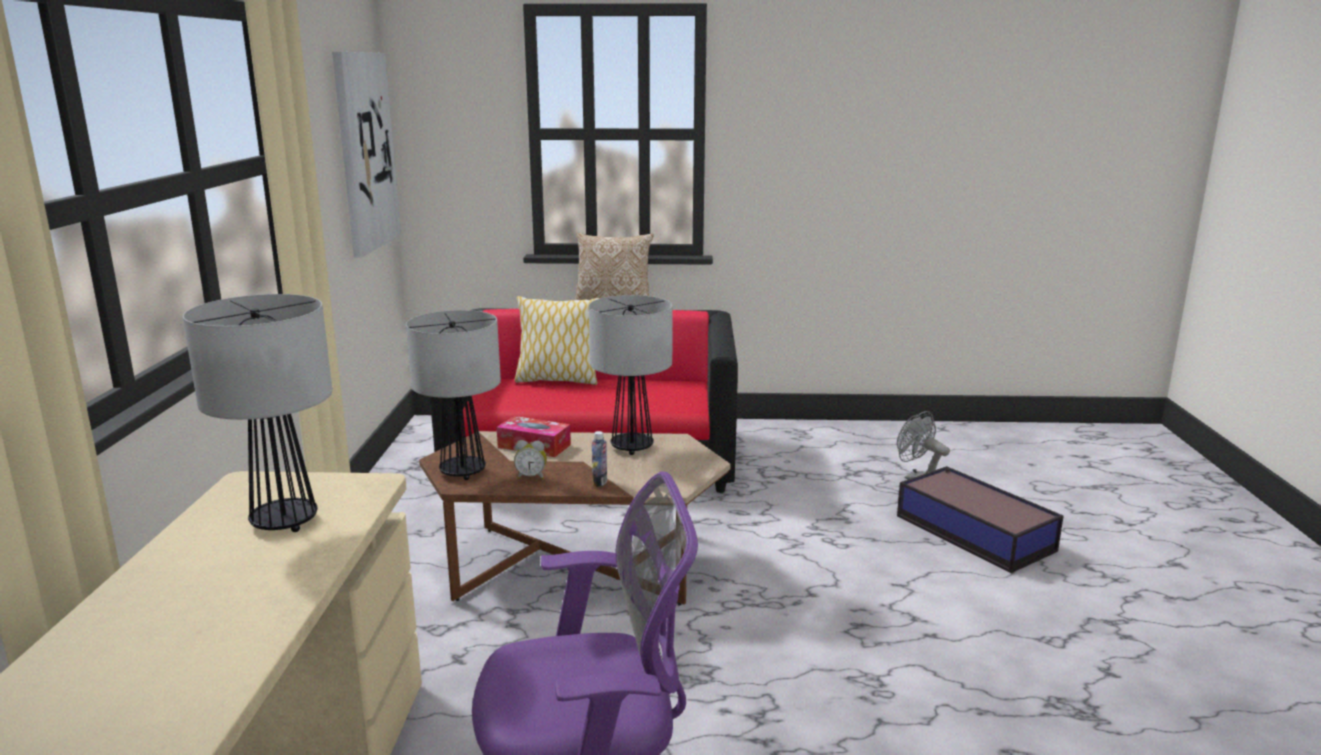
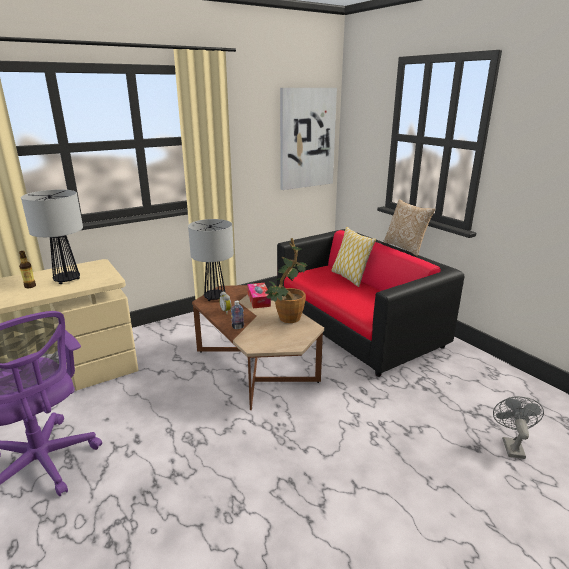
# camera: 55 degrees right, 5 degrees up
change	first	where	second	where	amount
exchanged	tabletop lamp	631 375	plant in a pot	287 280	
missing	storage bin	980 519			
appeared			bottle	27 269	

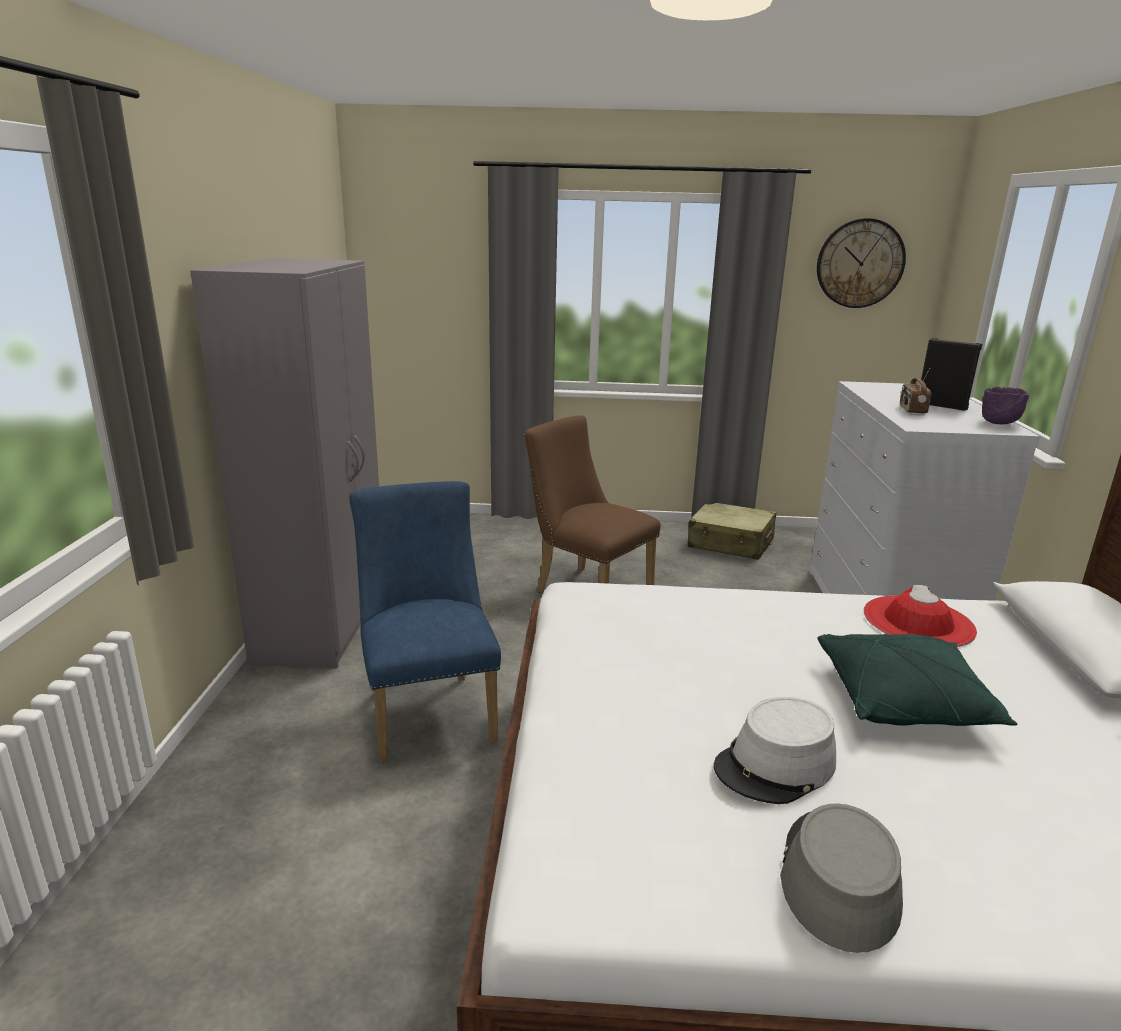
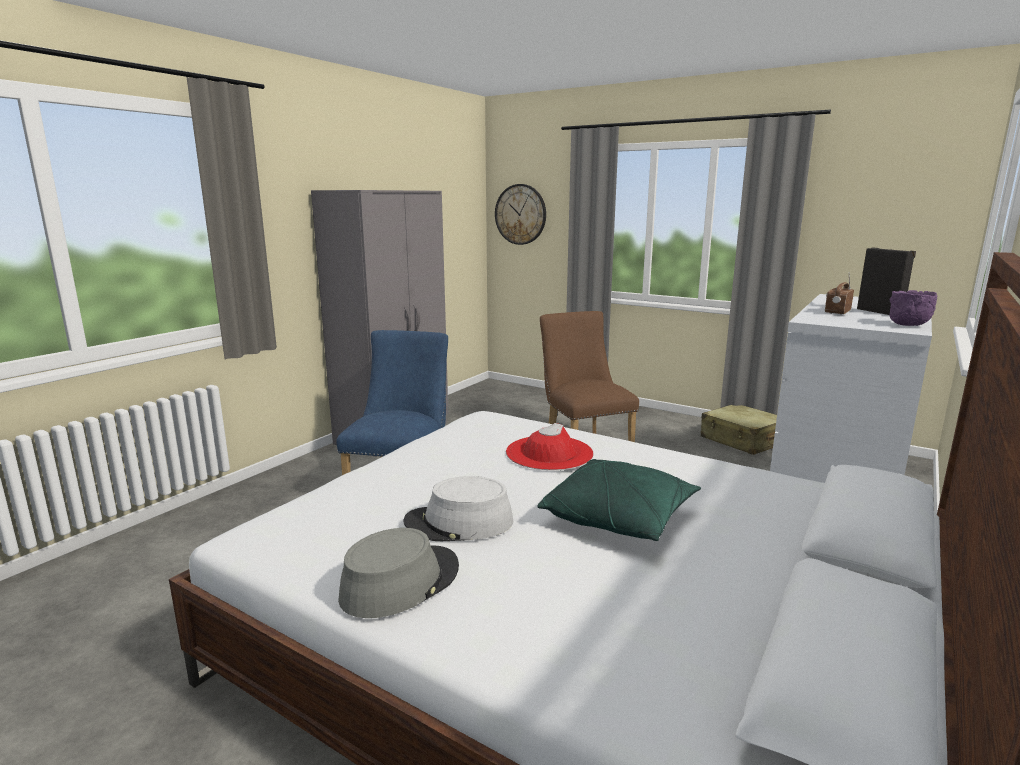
# camera: 30 degrees right, 5 degrees down
change	first	where	second	where	amount
relocated	wall clock	861 263		520 214	
relocated	wearable hat/reddish	920 616		549 446	

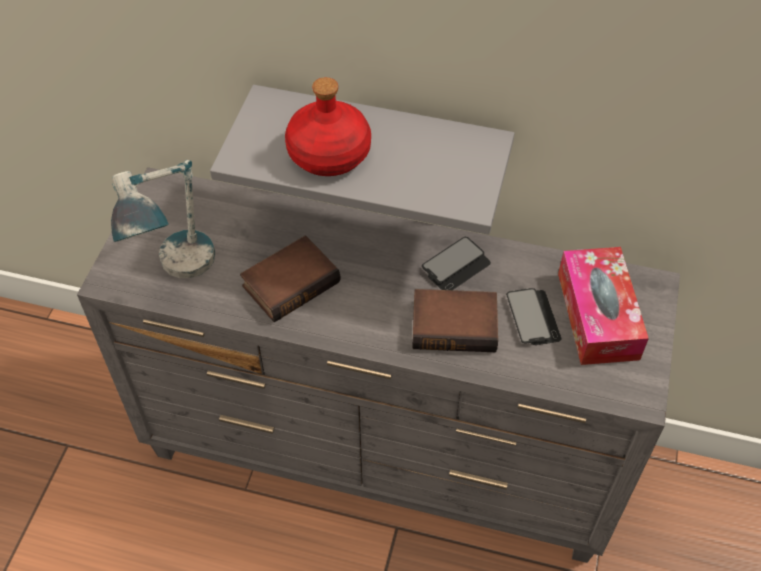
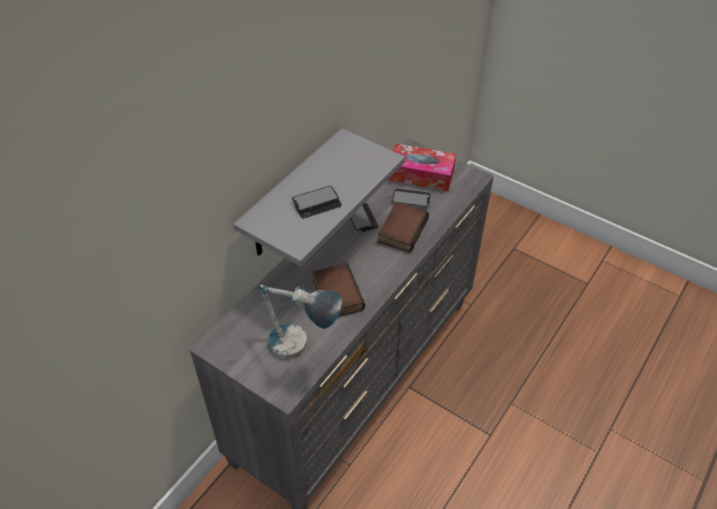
# camera: 70 degrees left, 5 degrees down
change	first	where	second	where	amount
exchanged	bottle/reddish	328 126	handset	317 202	

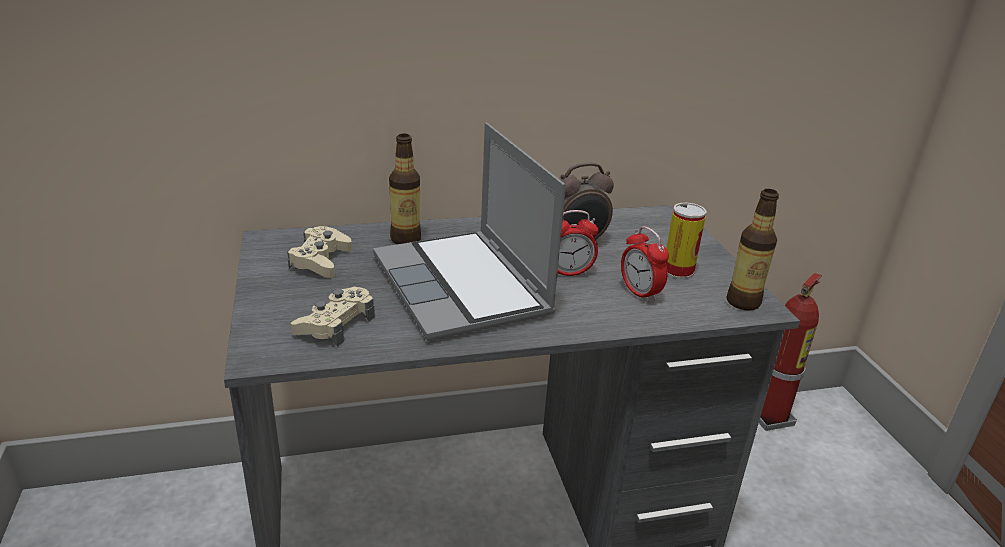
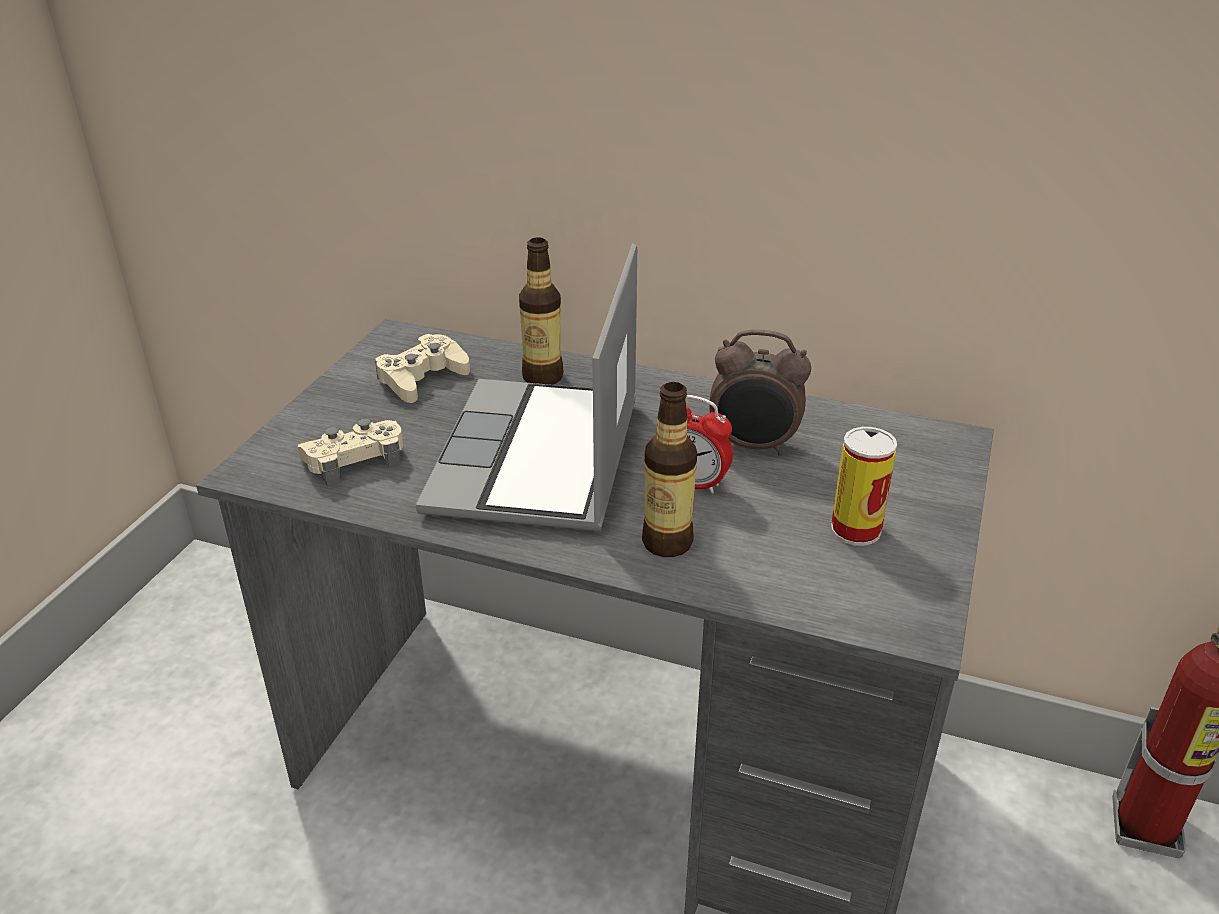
# camera: 35 degrees right, 5 degrees up
change	first	where	second	where	amount
relocated	bottle	753 250		669 469	
missing	bedside clock	645 264			

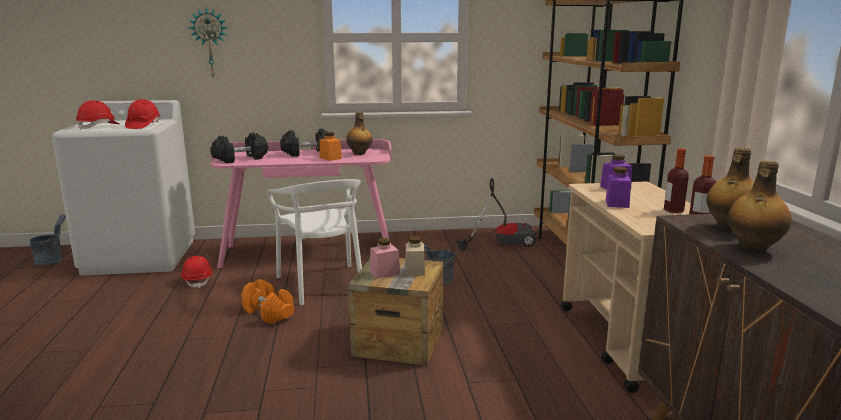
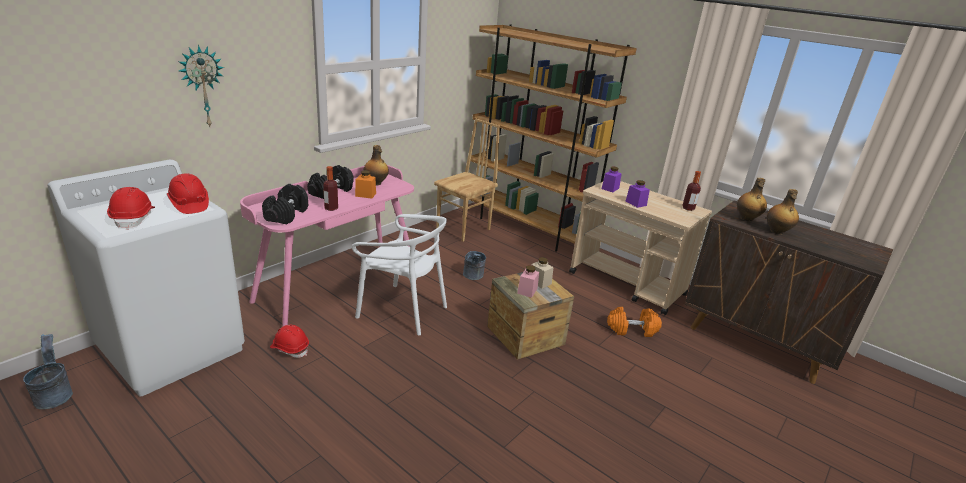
# camera: 45 degrees left, 10 degrees up
change	first	where	second	where	amount
relocated	bottle	676 180		330 188	
exchanged	vacuum	496 214	upright chair/brown	467 180	
relocated	free weight/orange-coloured	267 301		634 322	

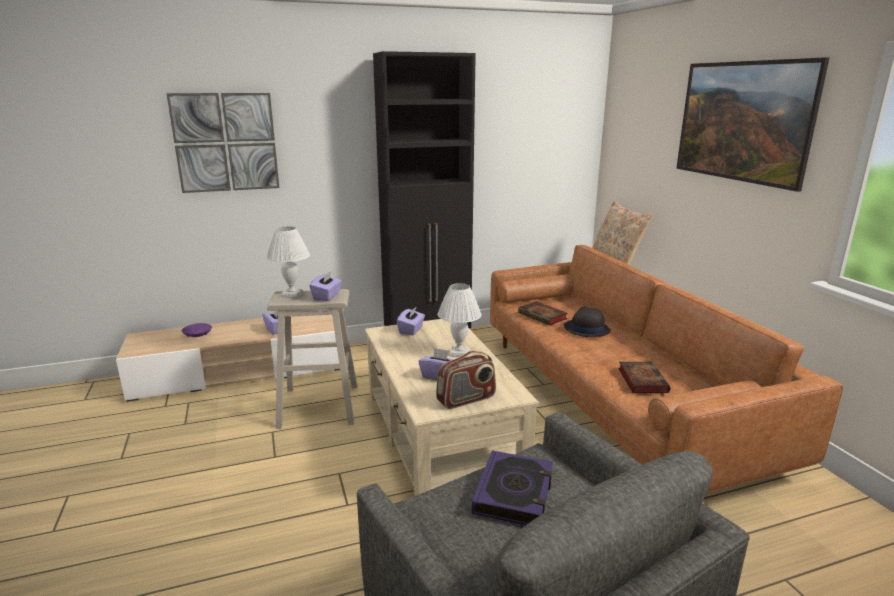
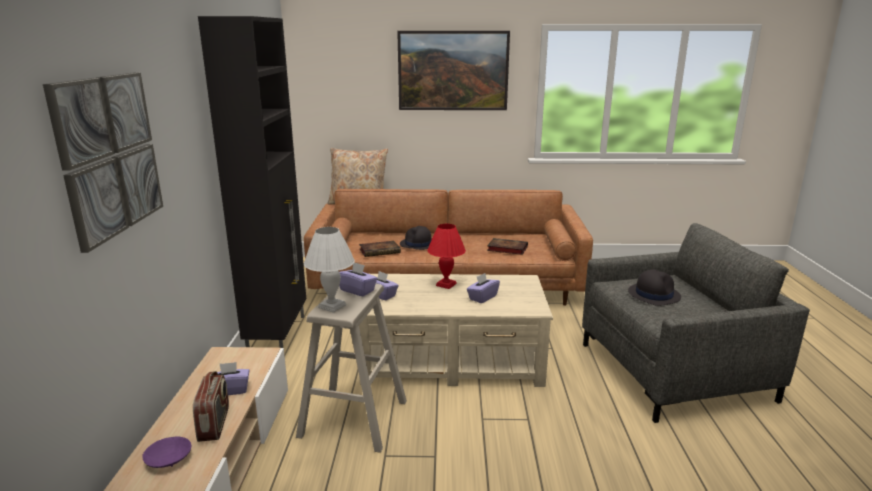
# camera: 70 degrees left, 0 degrees up
change	first	where	second	where	amount
colour	tabletop lamp/white-coloured	459 320	tabletop lamp/reddish	446 256	
relocated	radio	466 380		211 406	
exchanged	bound book	512 488	wearable hat/black	654 287	

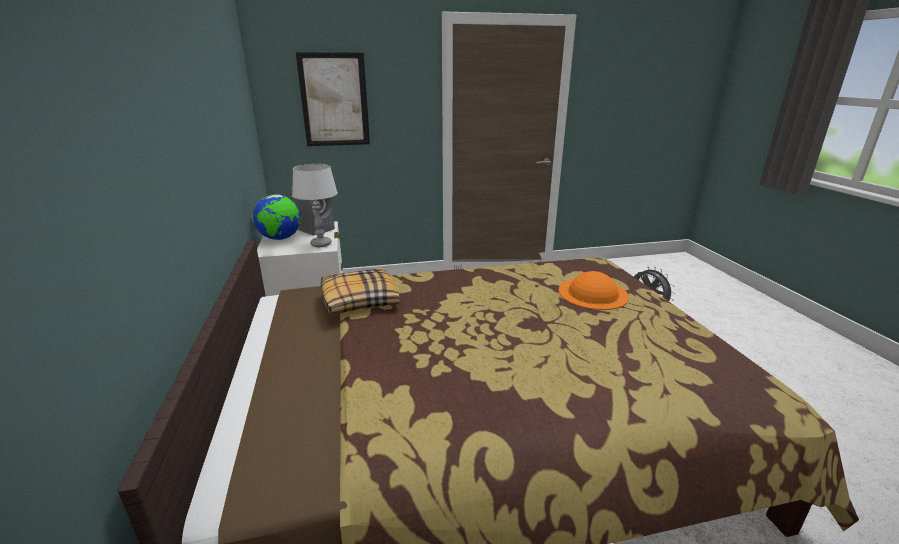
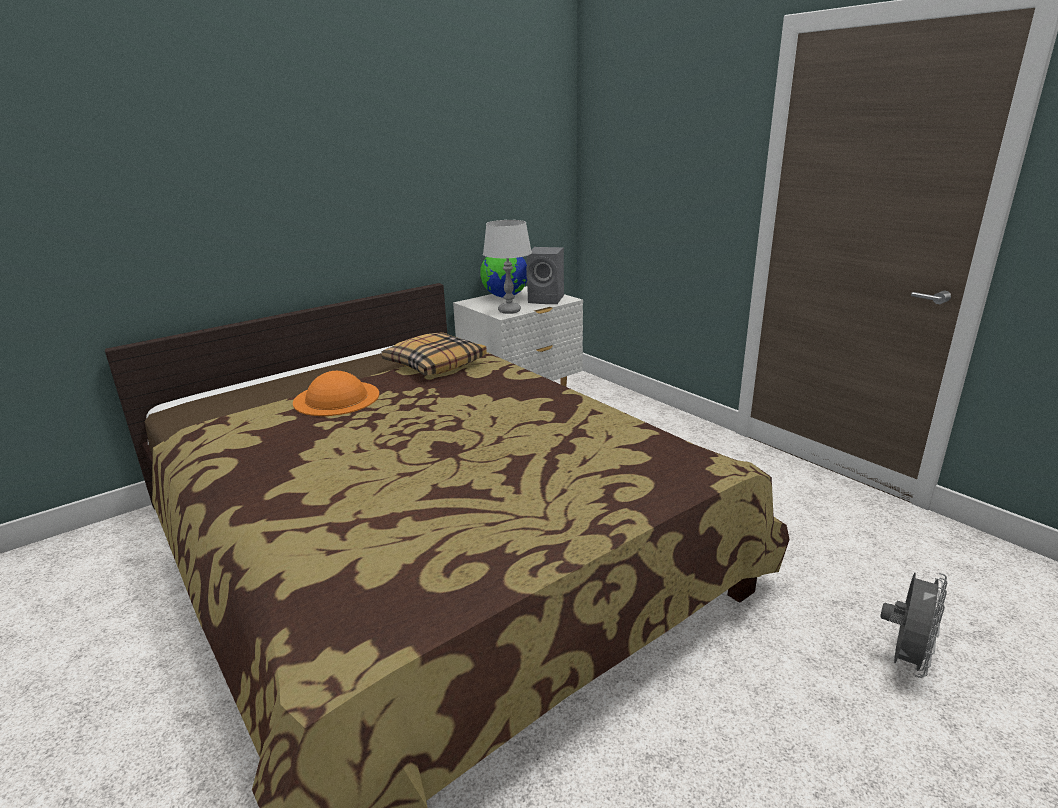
# camera: 65 degrees right, 0 degrees up
change	first	where	second	where	amount
missing	wall art	333 99			
relocated	wearable hat/orange-coloured	594 290		336 393	

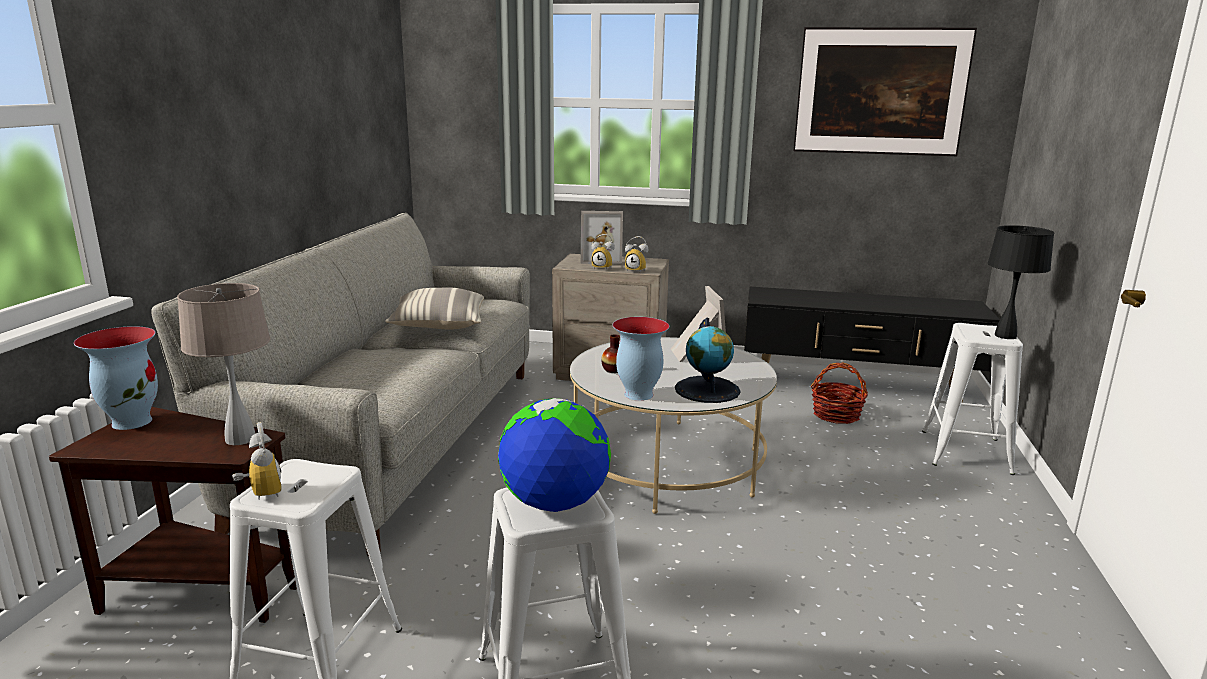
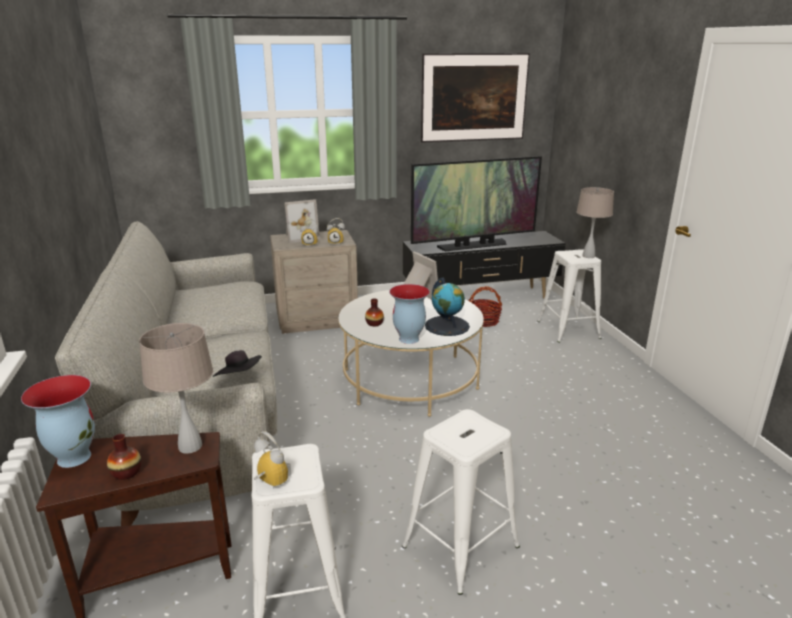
# camera: 25 degrees left, 5 degrees up
change	first	where	second	where	amount
colour	tabletop lamp/black	1021 282	tabletop lamp/beige-coloured	595 222	
missing	pillow	434 309			
missing	world globe	554 455			
appeared			TV	476 203	
appeared			wearable hat/black	237 363	
appeared			flower vase	124 457	

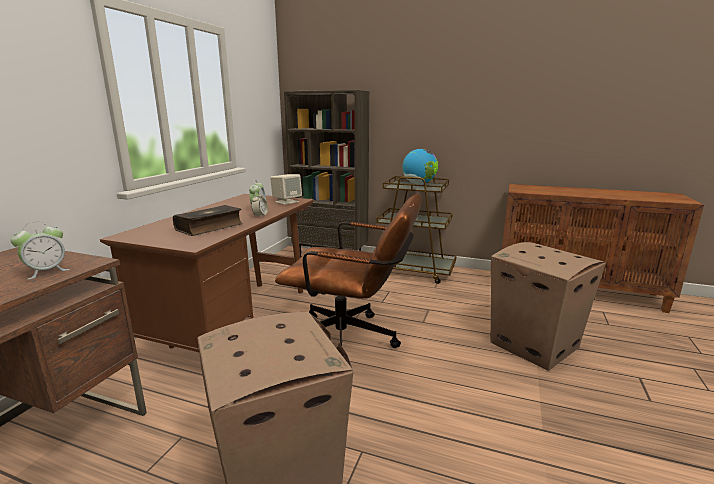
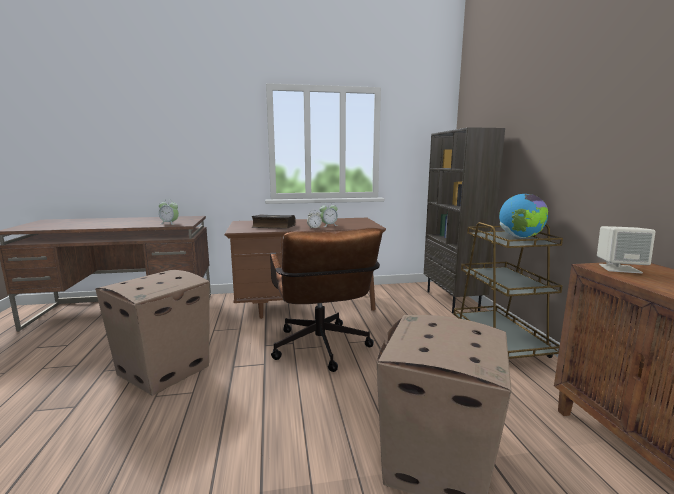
# camera: 60 degrees right, 5 degrees down
change	first	where	second	where	amount
relocated	loudspeaker/beige-coloured	286 189		626 250	

